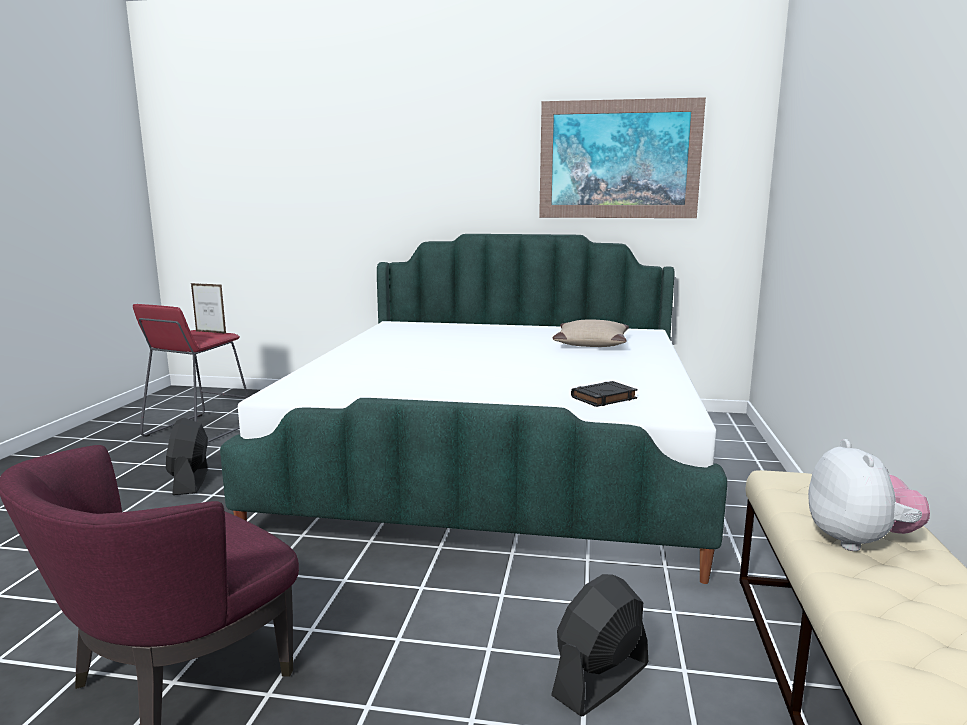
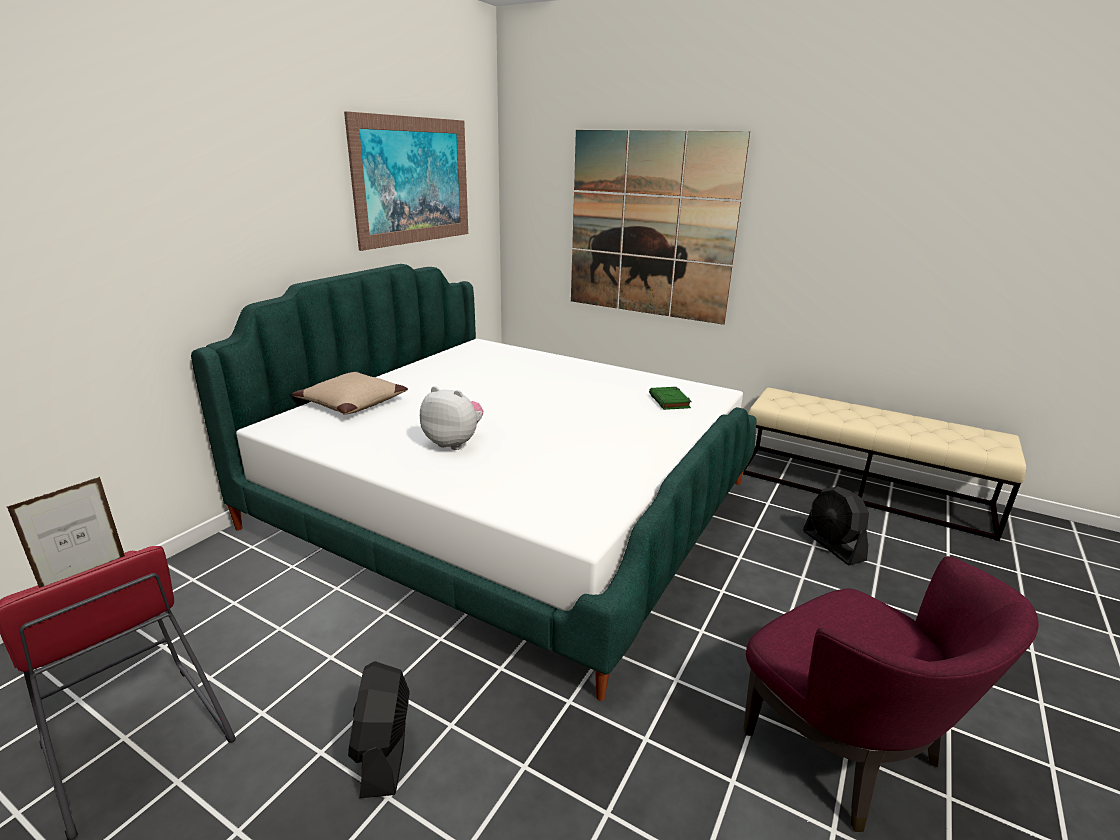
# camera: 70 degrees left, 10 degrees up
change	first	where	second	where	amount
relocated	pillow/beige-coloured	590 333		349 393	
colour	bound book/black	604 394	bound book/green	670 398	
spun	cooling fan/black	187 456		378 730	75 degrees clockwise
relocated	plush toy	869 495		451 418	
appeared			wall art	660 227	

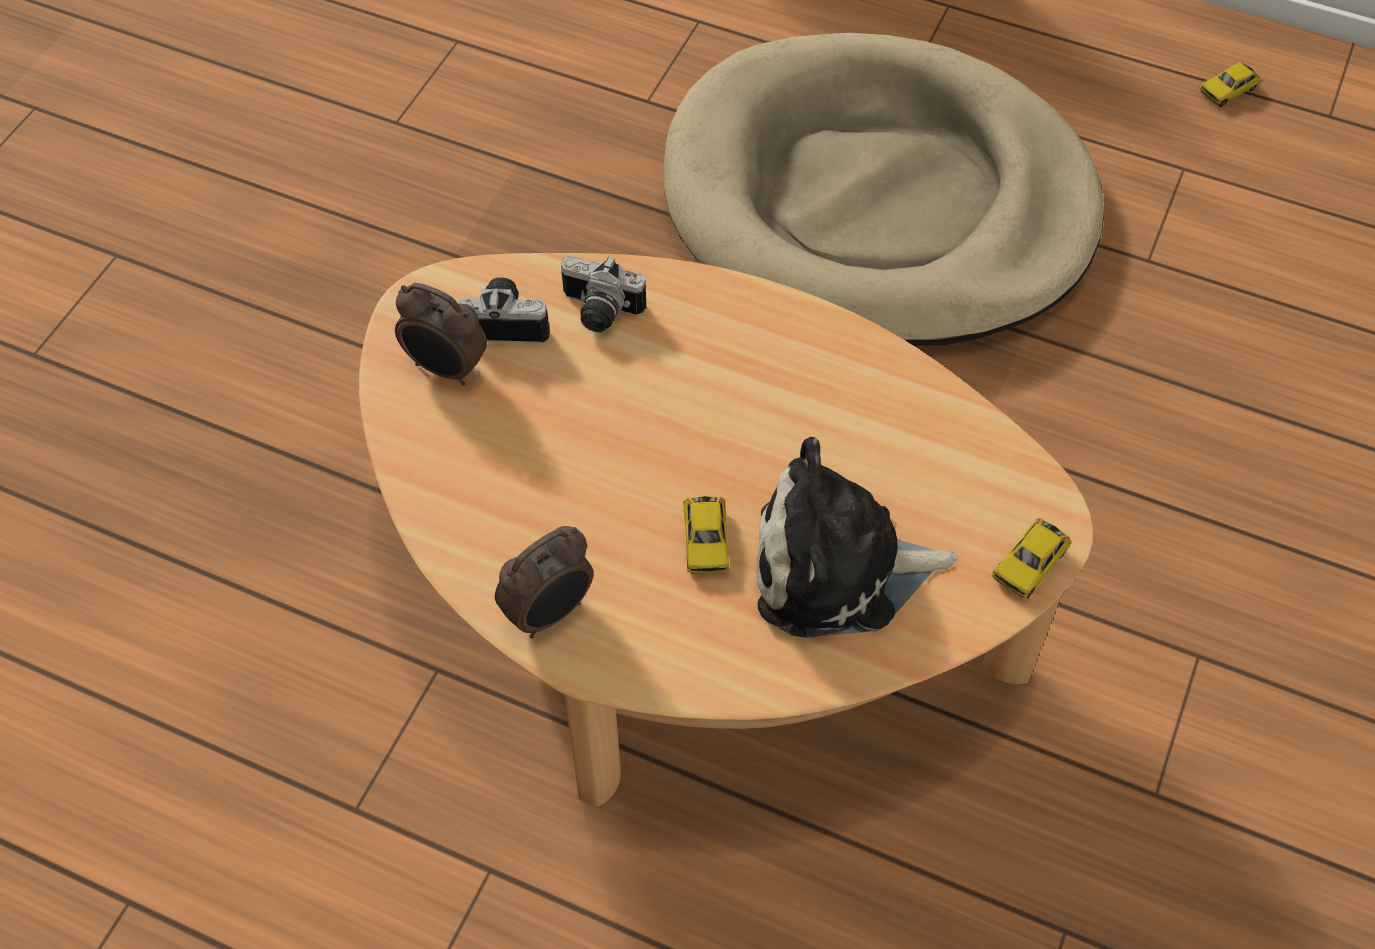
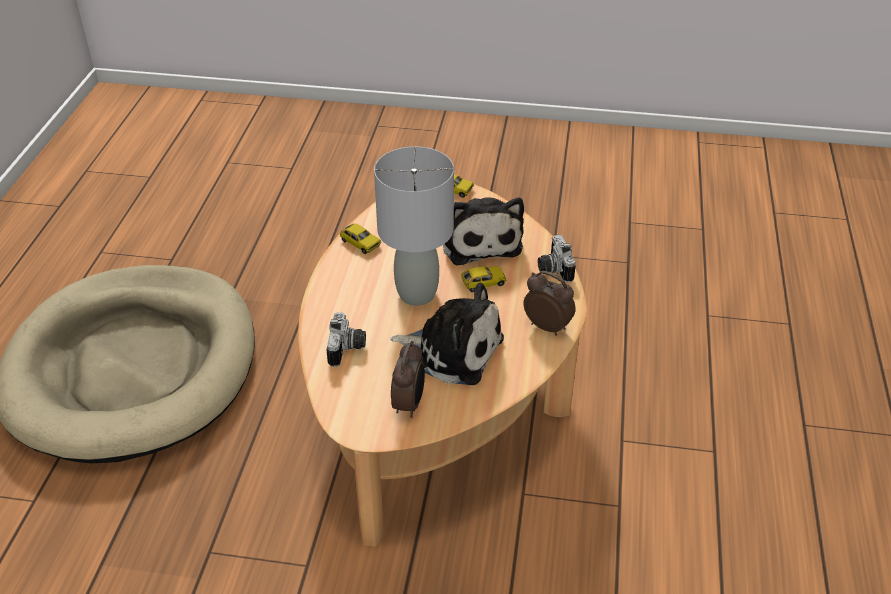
# camera: 105 degrees left, 15 degrees down
change	first	where	second	where	amount
relocated	toy car	1230 84		360 239	
relocated	still camera	504 310		557 259	
appeared			tabletop lamp/grey	414 226	
appeared			plush toy	447 333	

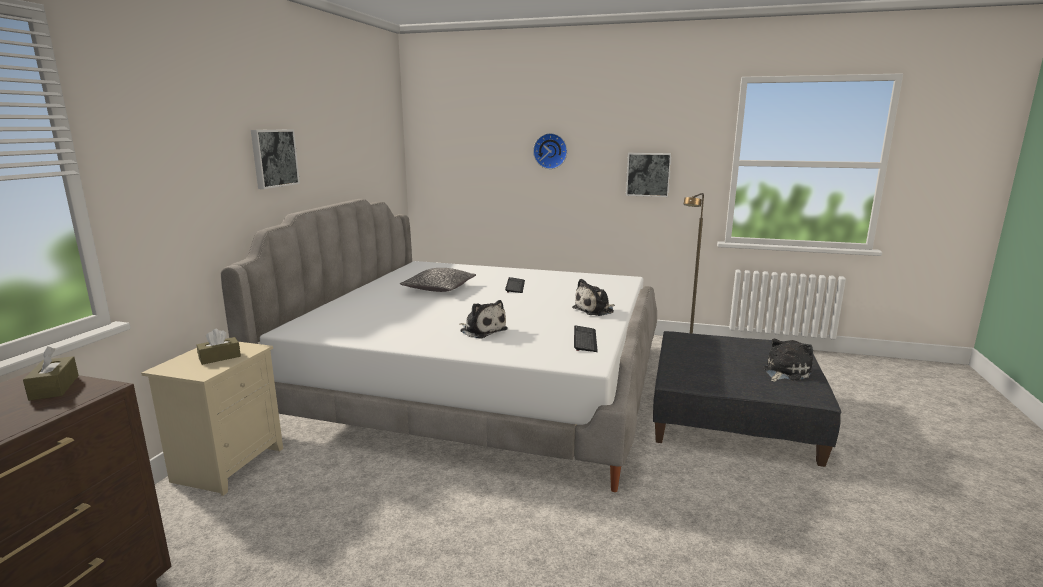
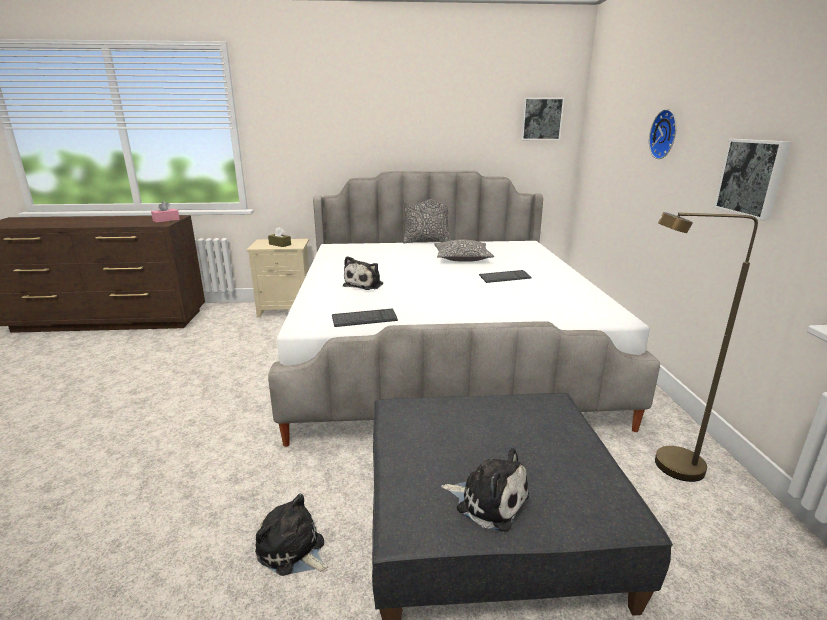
# camera: 70 degrees right, 5 degrees up
change	first	where	second	where	amount
relocated	wall art	275 159		542 118	
relocated	plush toy	593 297		291 535	
colour	tissue holder/brown	51 373	tissue holder/pink	165 212	
appeared			pillow	427 221	

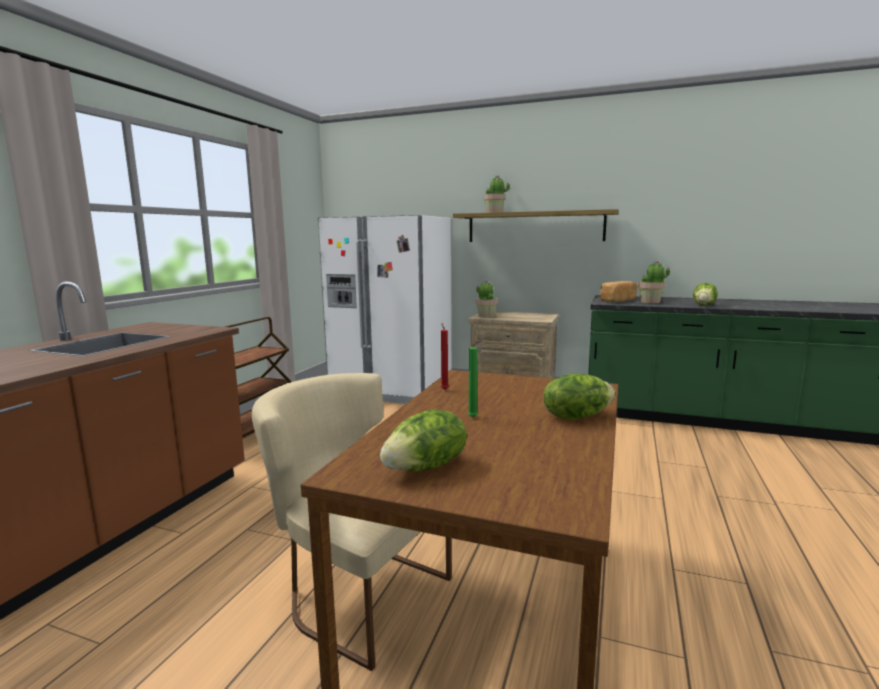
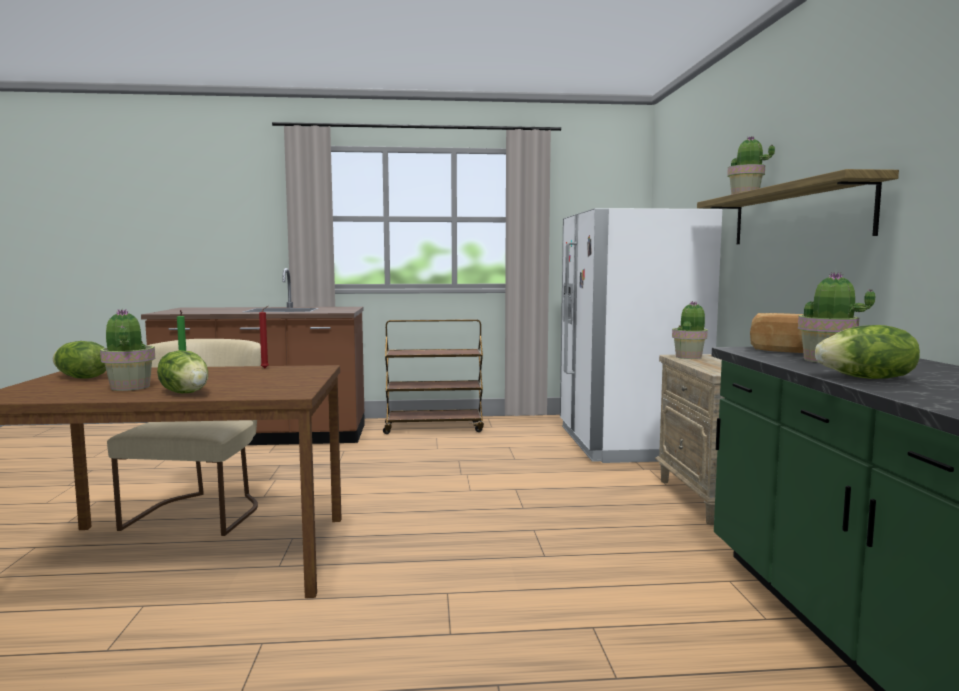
# camera: 65 degrees right, 5 degrees down
change	first	where	second	where	amount
appeared			plant in a pot	127 350	

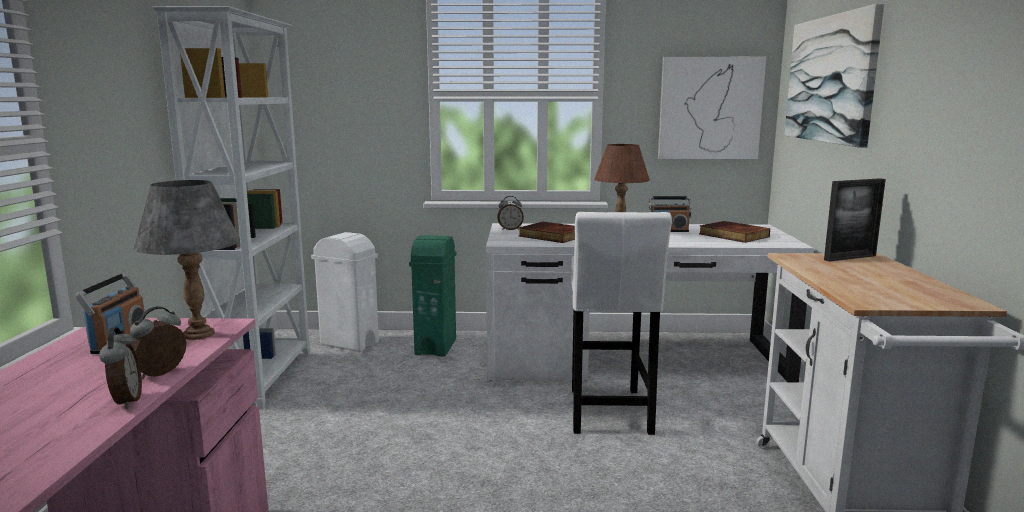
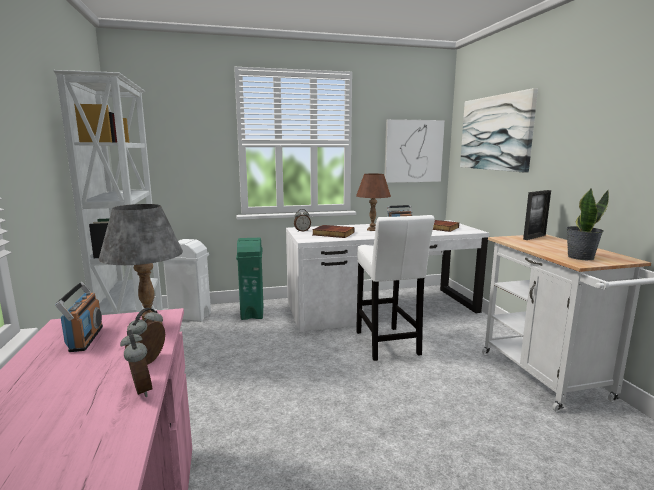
# camera: 15 degrees left, 0 degrees up
change	first	where	second	where	amount
appeared			plant in a pot	587 224	

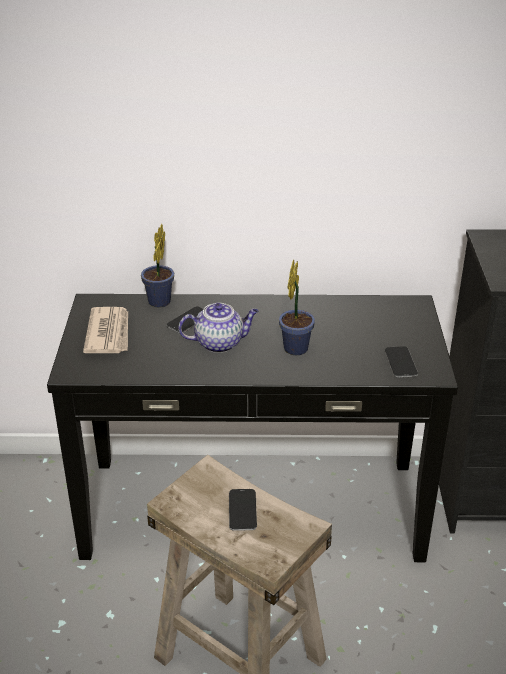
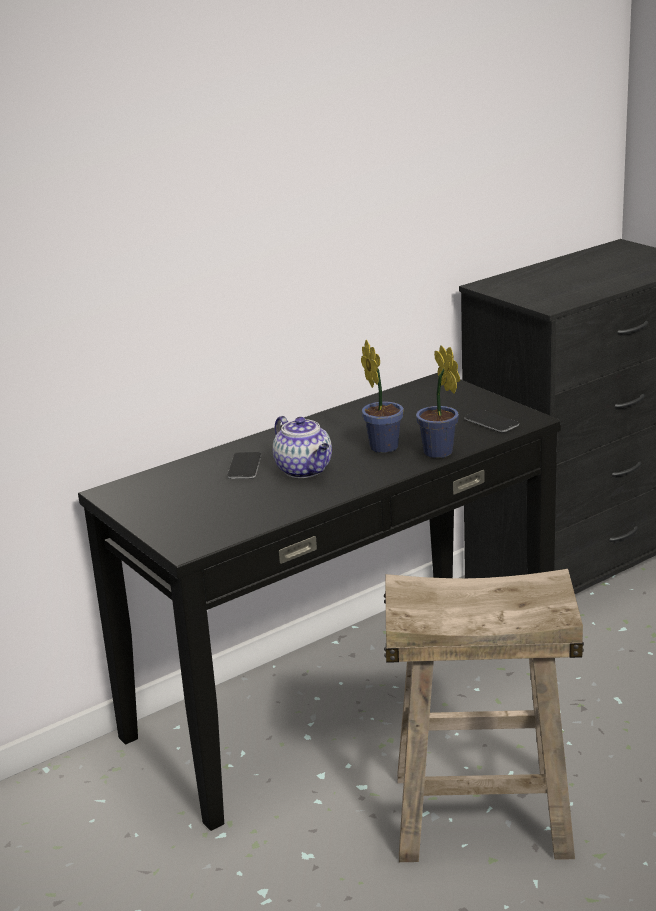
# camera: 35 degrees left, 10 degrees down
change	first	where	second	where	amount
relocated	plant in a pot	157 265		438 402	
spun	pot for tea	218 328		302 447	105 degrees clockwise
missing	daily paper	105 330			
missing	handset	243 510			

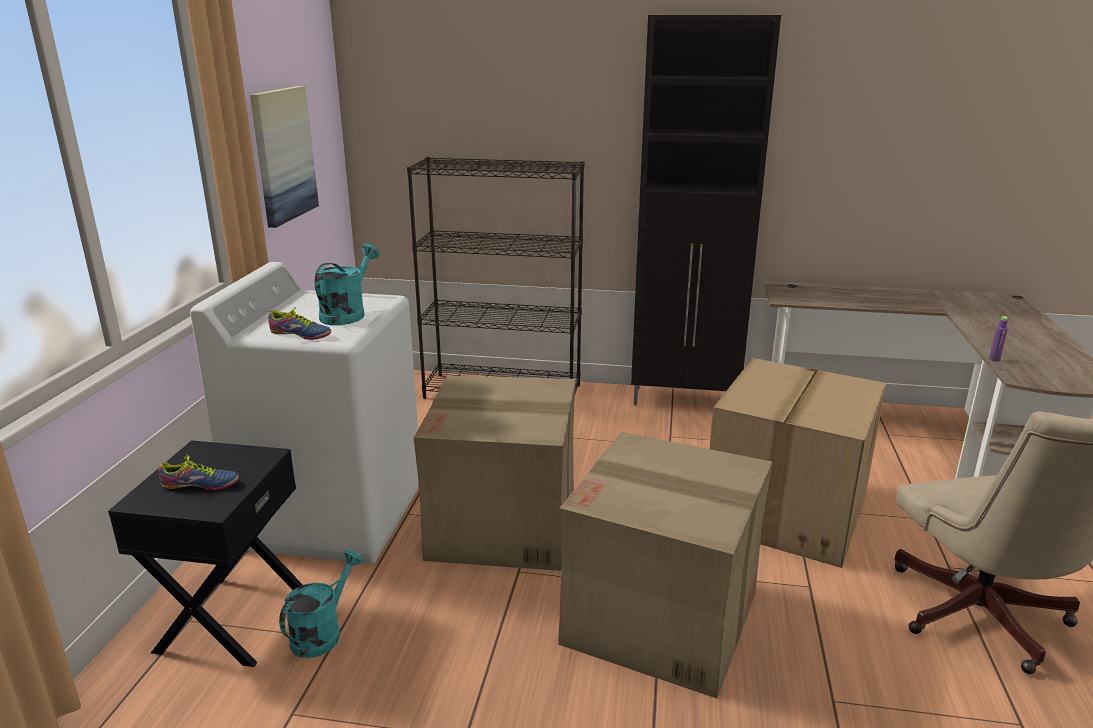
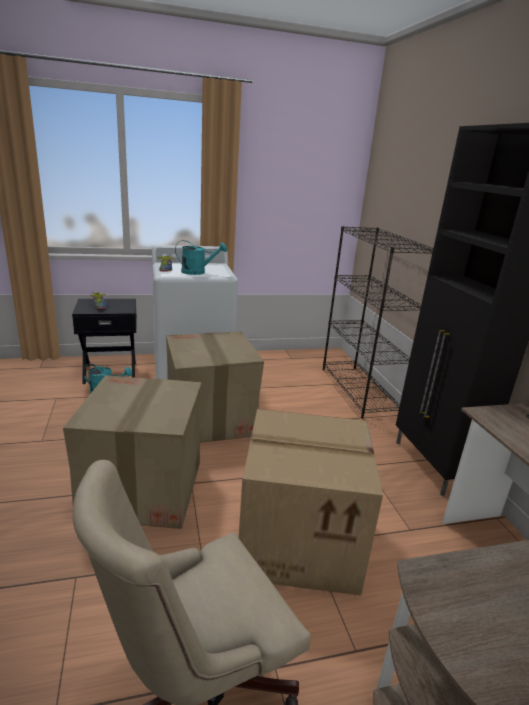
# camera: 65 degrees right, 0 degrees up
change	first	where	second	where	amount
missing	wall art	284 157			
missing	bottle/purplish	998 339			

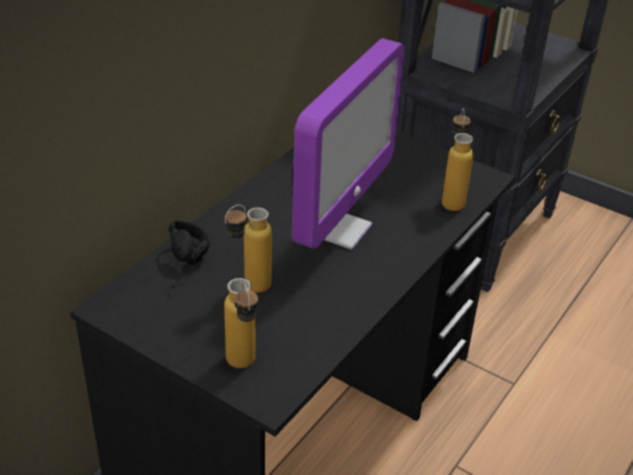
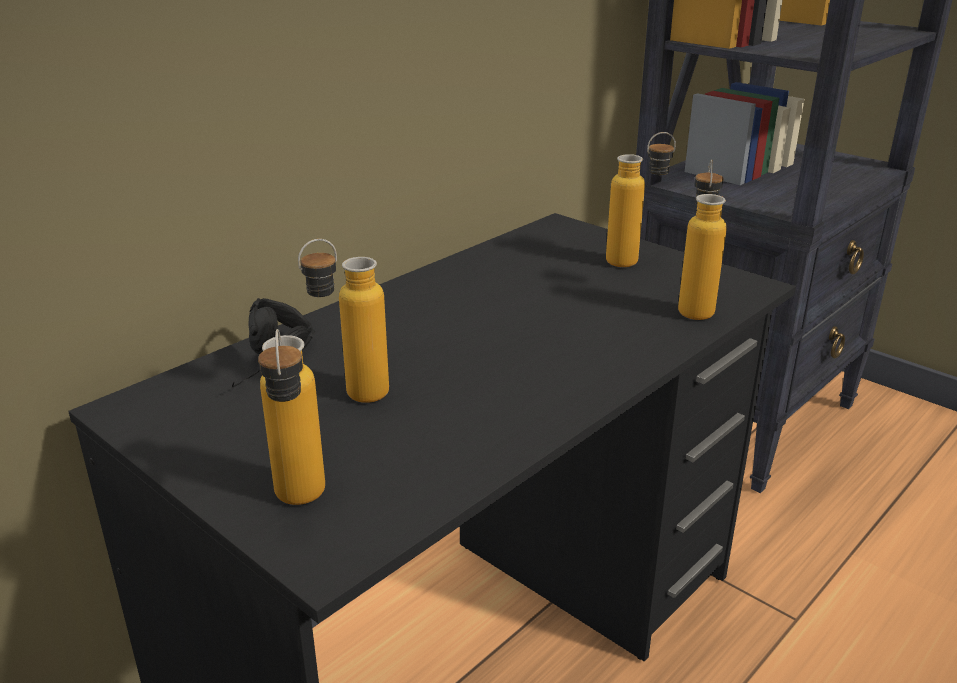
# camera: 10 degrees right, 10 degrees down
change	first	where	second	where	amount
missing	computer display	348 144			
appeared			bottle	641 199	

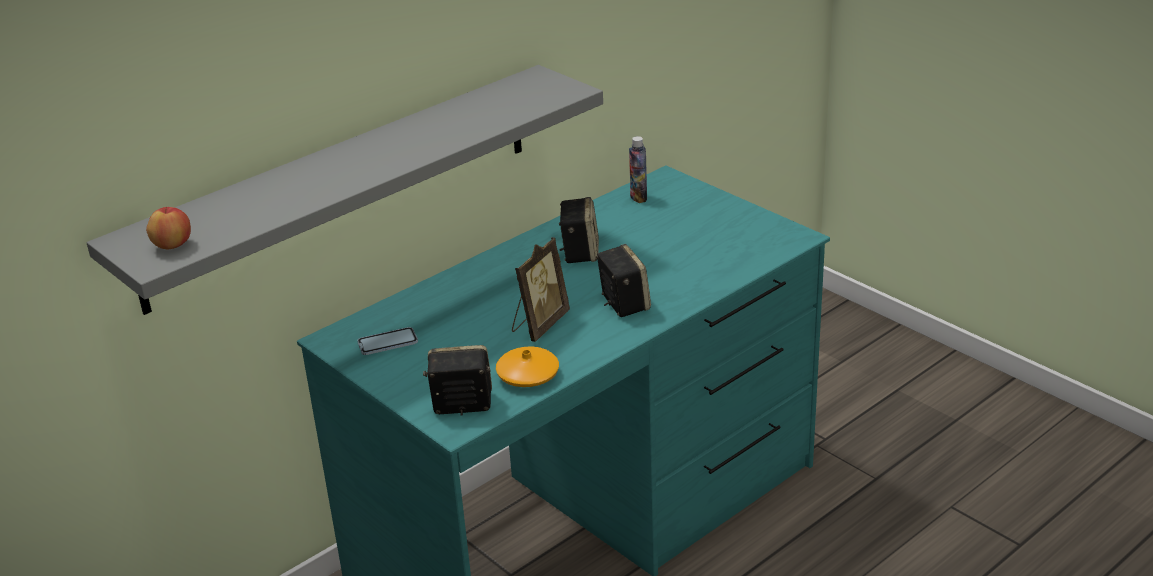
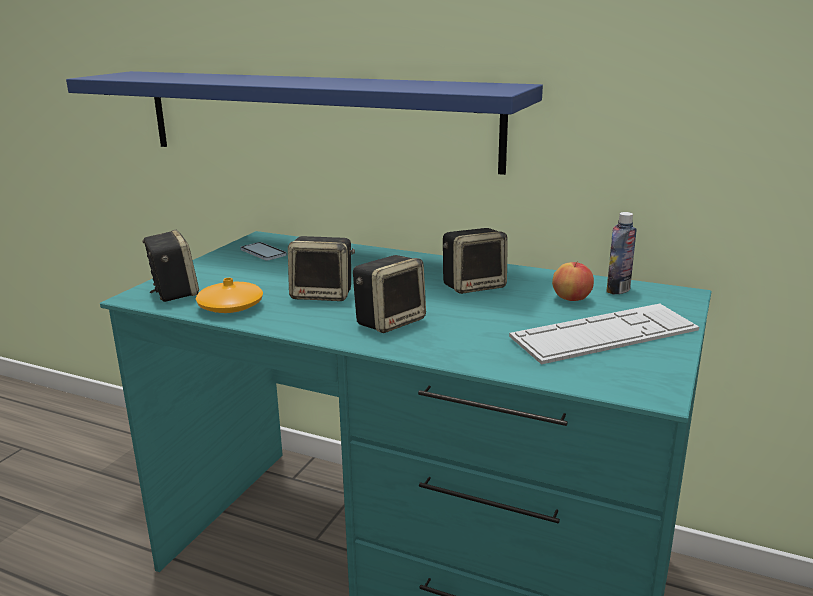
# camera: 65 degrees right, 10 degrees down
change	first	where	second	where	amount
colour	shelf/grey	345 190	shelf/bluish	304 123	
relocated	apple fruit	168 228		573 281	
exchanged	photo frame	541 289	loudspeaker	321 268	
appeared			PC keyboard	604 334	

